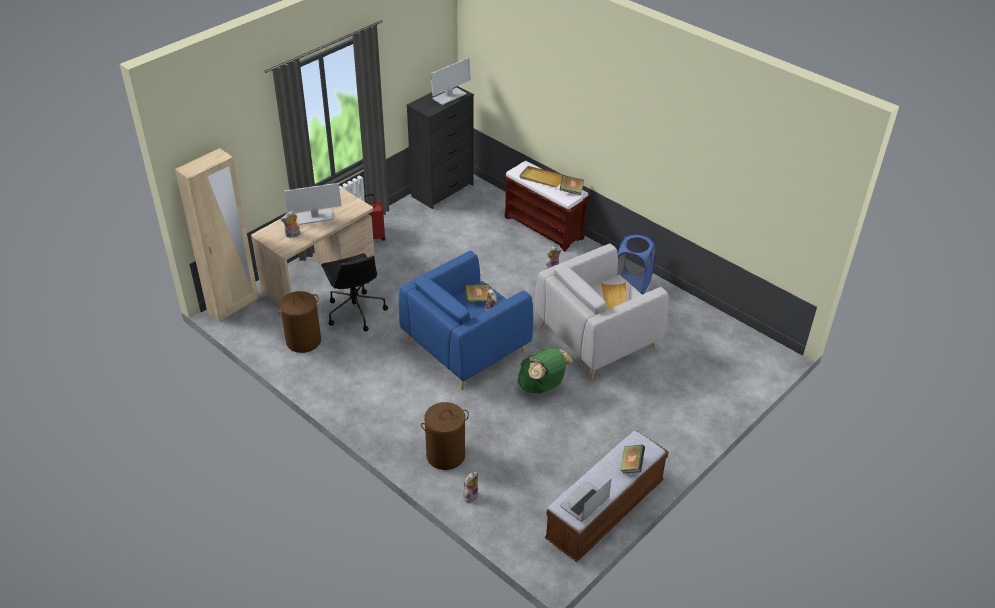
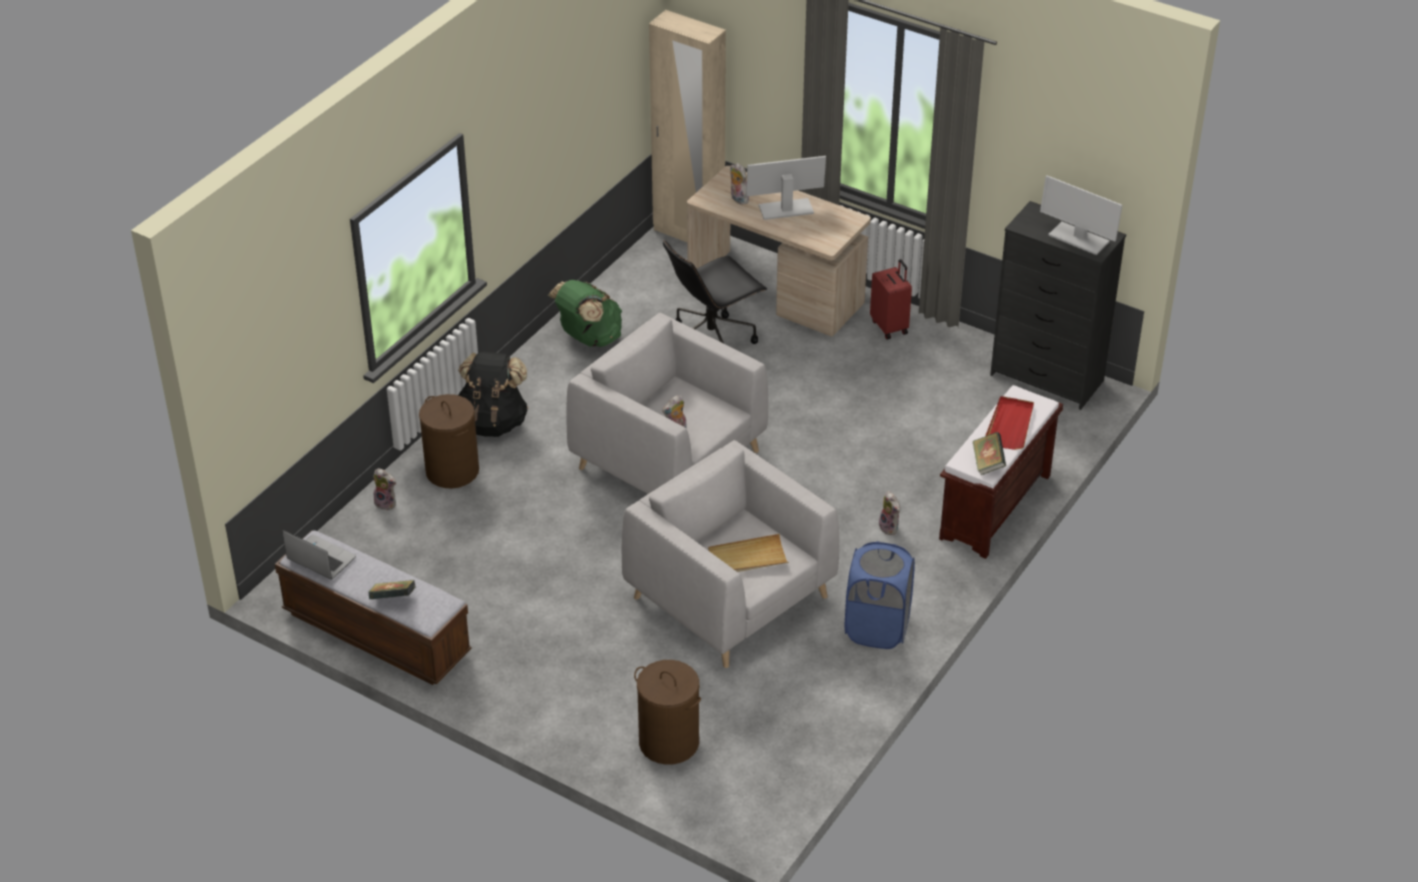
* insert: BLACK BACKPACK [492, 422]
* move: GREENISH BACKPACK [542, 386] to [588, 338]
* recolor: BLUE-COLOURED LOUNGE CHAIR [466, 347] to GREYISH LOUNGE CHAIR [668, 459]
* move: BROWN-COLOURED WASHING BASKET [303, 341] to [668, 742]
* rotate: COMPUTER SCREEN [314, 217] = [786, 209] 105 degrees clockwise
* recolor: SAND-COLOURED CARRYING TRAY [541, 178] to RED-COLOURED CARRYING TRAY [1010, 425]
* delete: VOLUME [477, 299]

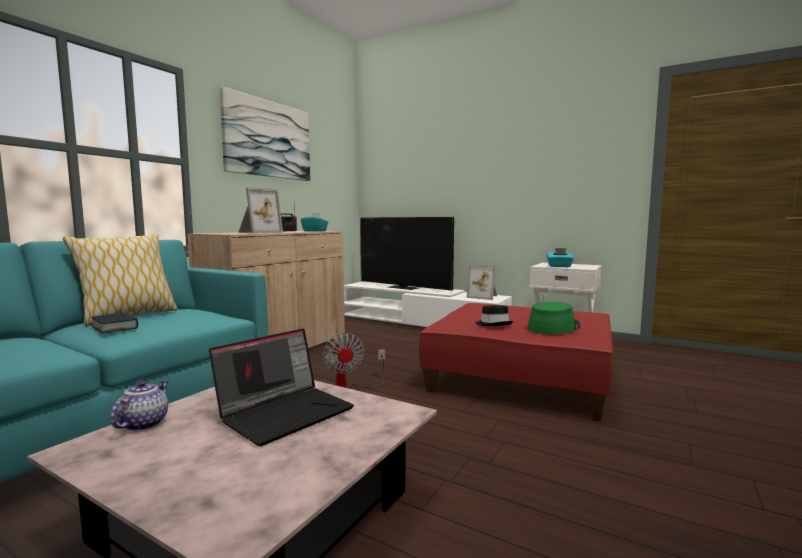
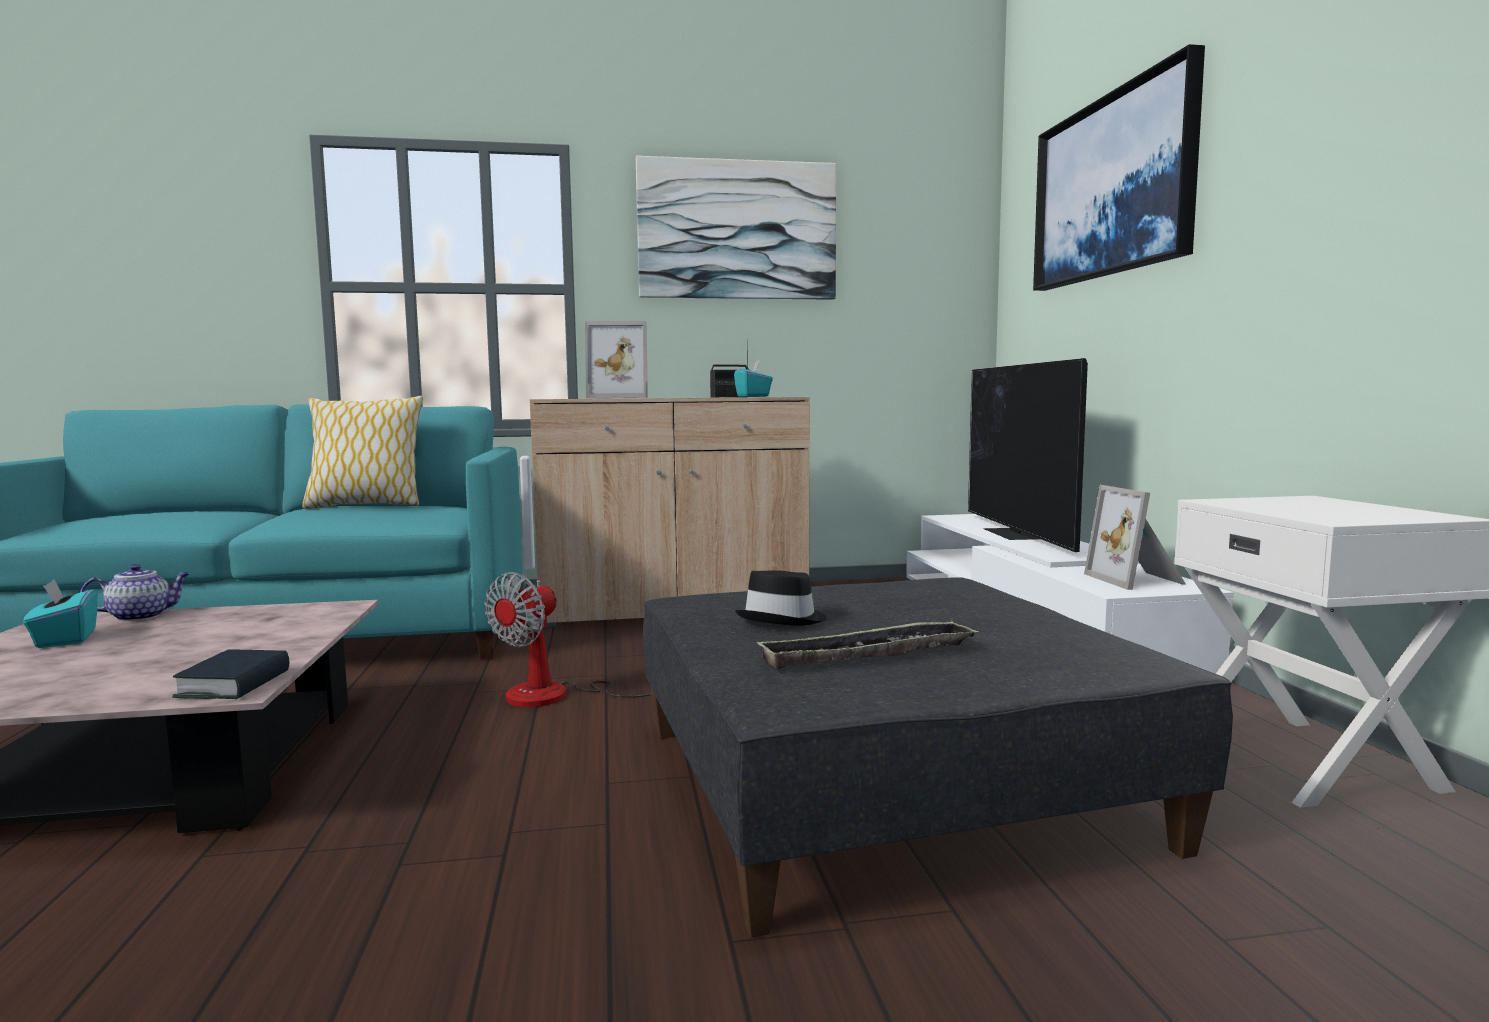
* move: TURQUOISE-COLOURED BOX OF TISSUES [559, 266] to [65, 639]
* move: VOLUME [115, 328] to [235, 684]
* recolor: RED-COLOURED FOOTREST [521, 377] to GREYISH FOOTREST [887, 784]
* replace: GREENISH CLOTHING HAT [553, 327] to CARRYING TRAY [867, 655]
* insert: WALL PICTURE [1112, 187]
* delete: PORTABLE COMPUTER [286, 412]

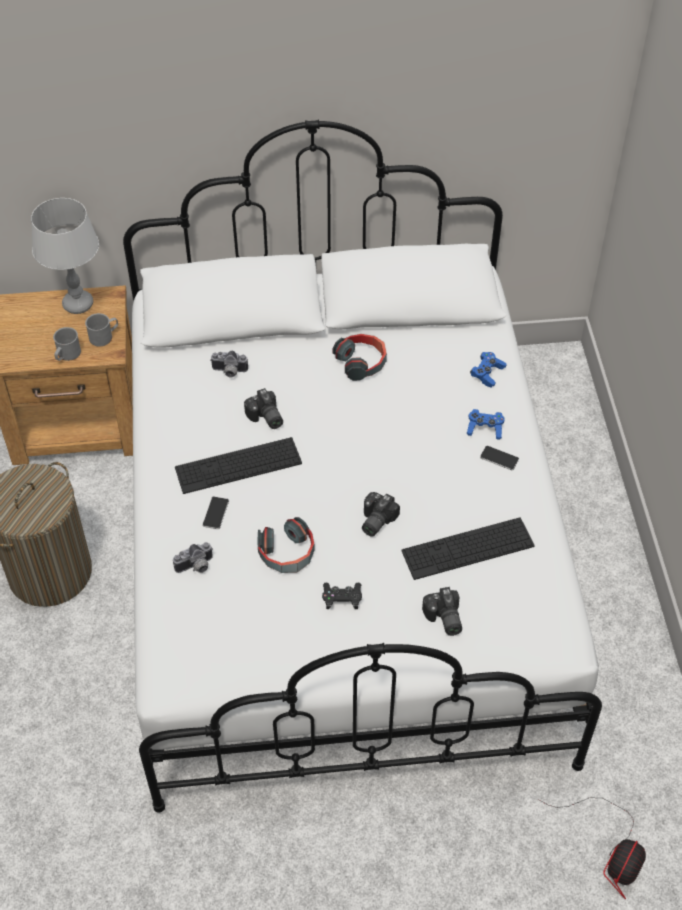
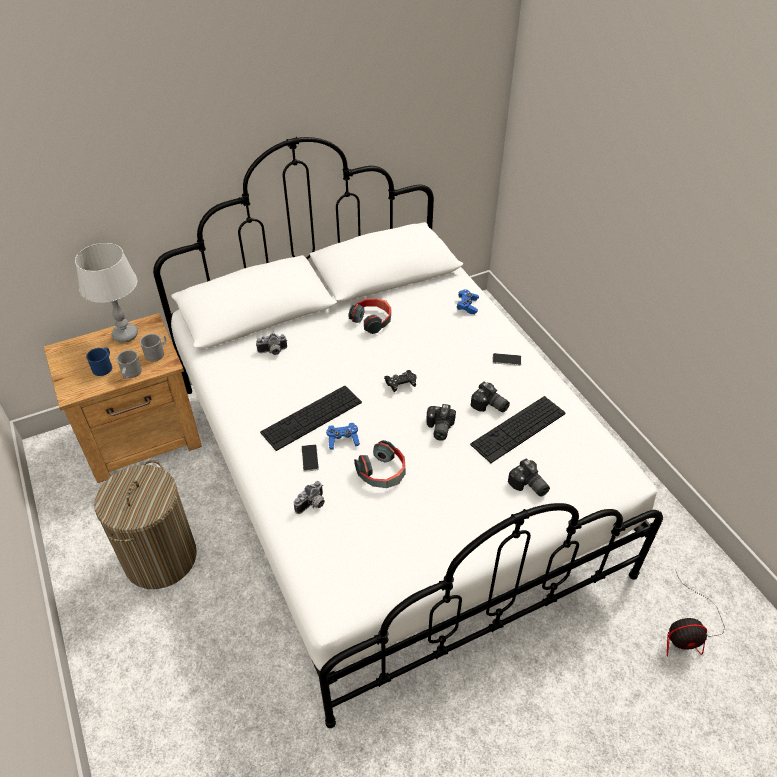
* insert: BLUE-COLOURED TEA MUG [104, 366]
* move: BLUE-COLOURED JOYPAD [484, 429] to [343, 440]
* move: BLACK JOYPAD [342, 599] to [400, 384]
* move: PHOTO CAMERA [265, 418] to [489, 406]
* rotate: ELECTRIC FAN [611, 851] = [688, 631] 75 degrees clockwise

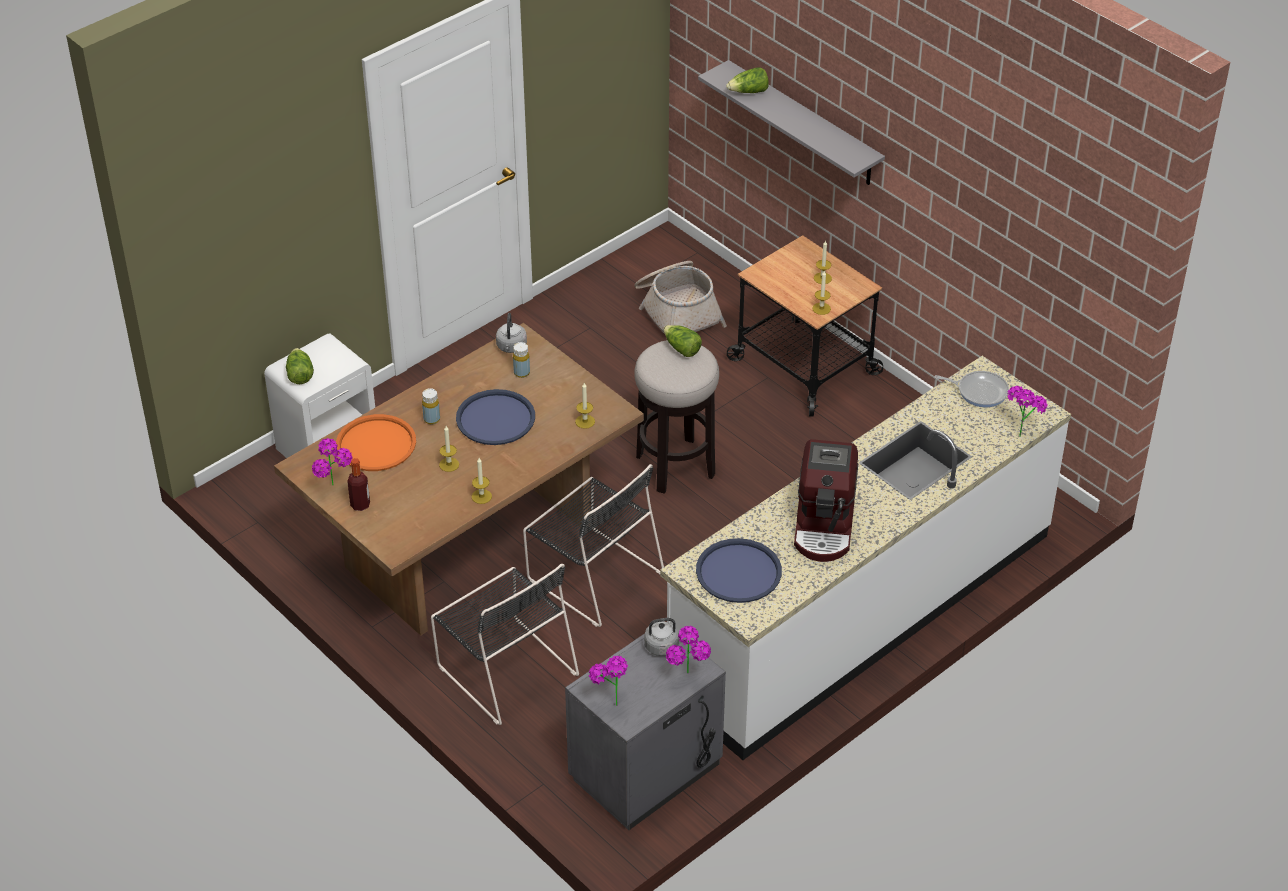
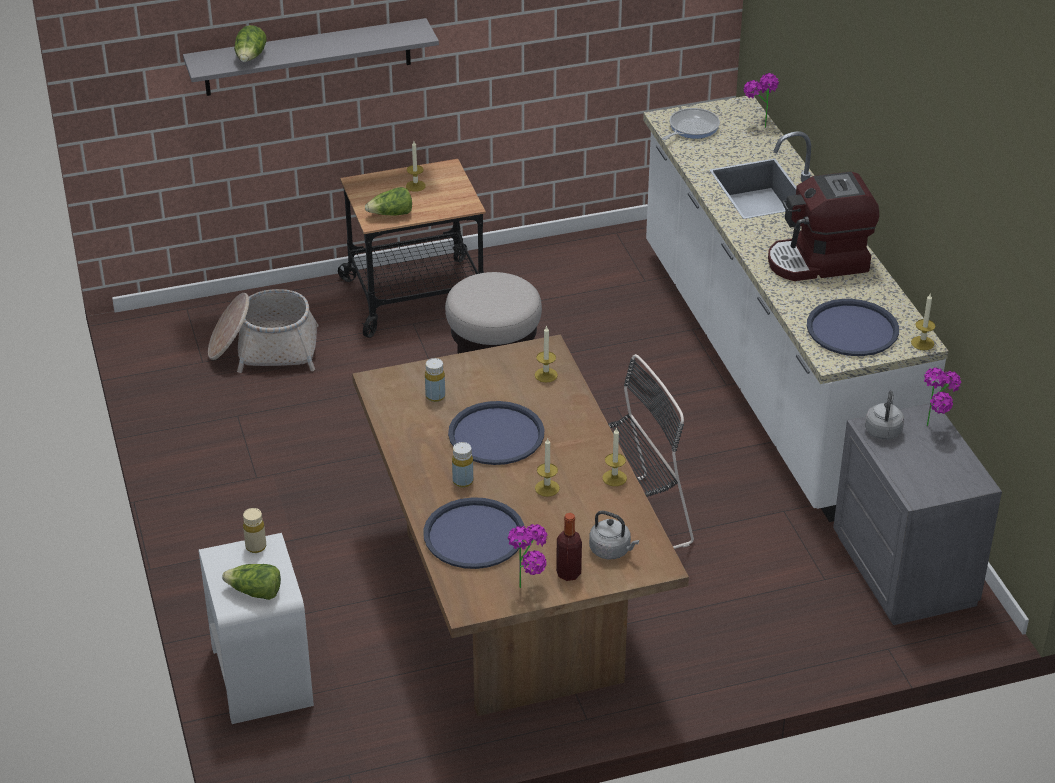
* insert: SAND-COLOURED DRINK BOTTLE [256, 547]
* move: HEAD OF LETTUCE [681, 348] to [391, 214]
* recolor: ORANGE CARRYING TRAY [376, 444] to BLUE-COLOURED CARRYING TRAY [474, 535]
* move: GREYISH KETTLE [511, 347] to [612, 550]
* rotate: COFFEE MACHINE [825, 526] = [819, 262] 135 degrees clockwise
* move: CANDLE [821, 308] to [922, 343]
* delete: BLACK CHAIR [505, 668]
* delete: PLANT IN A POT [610, 701]

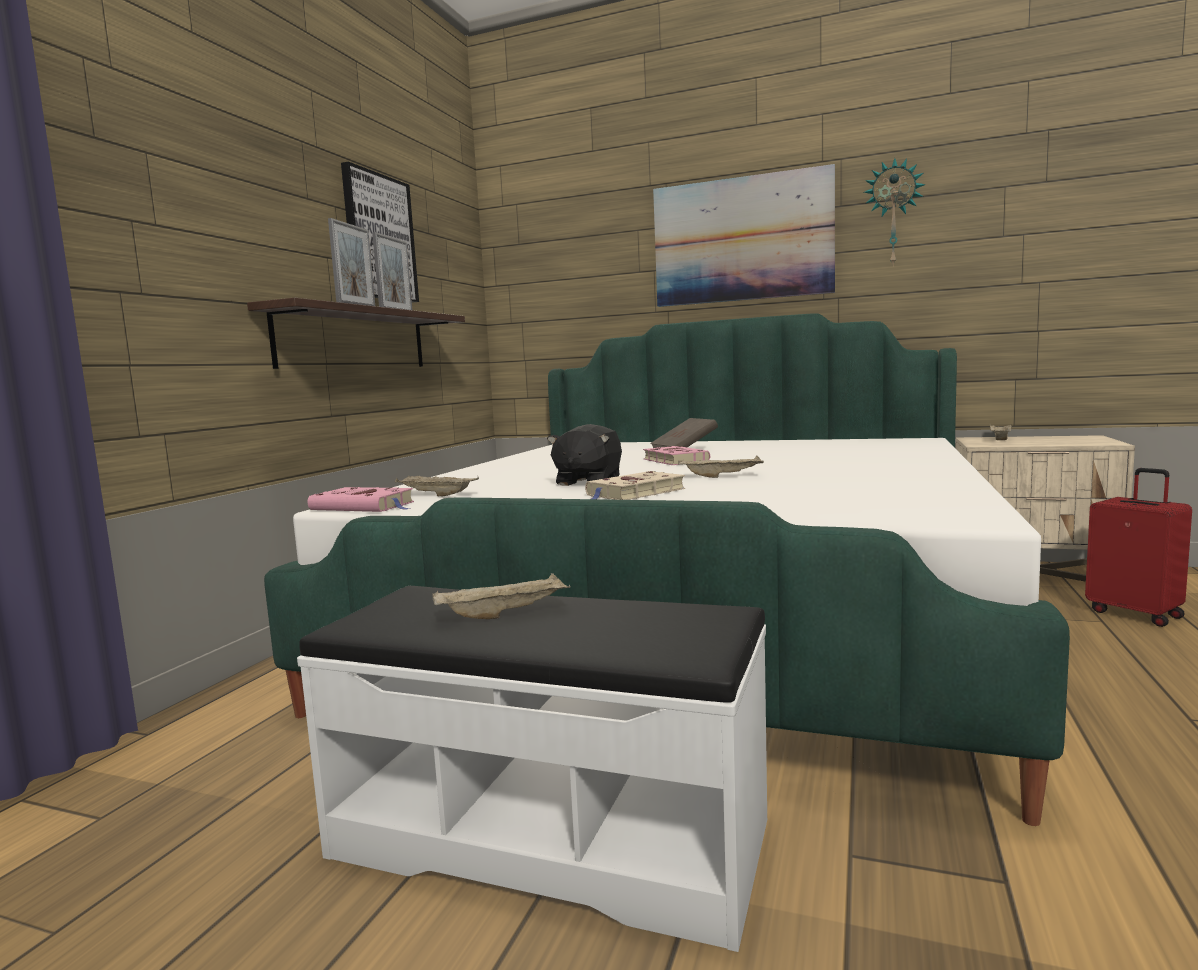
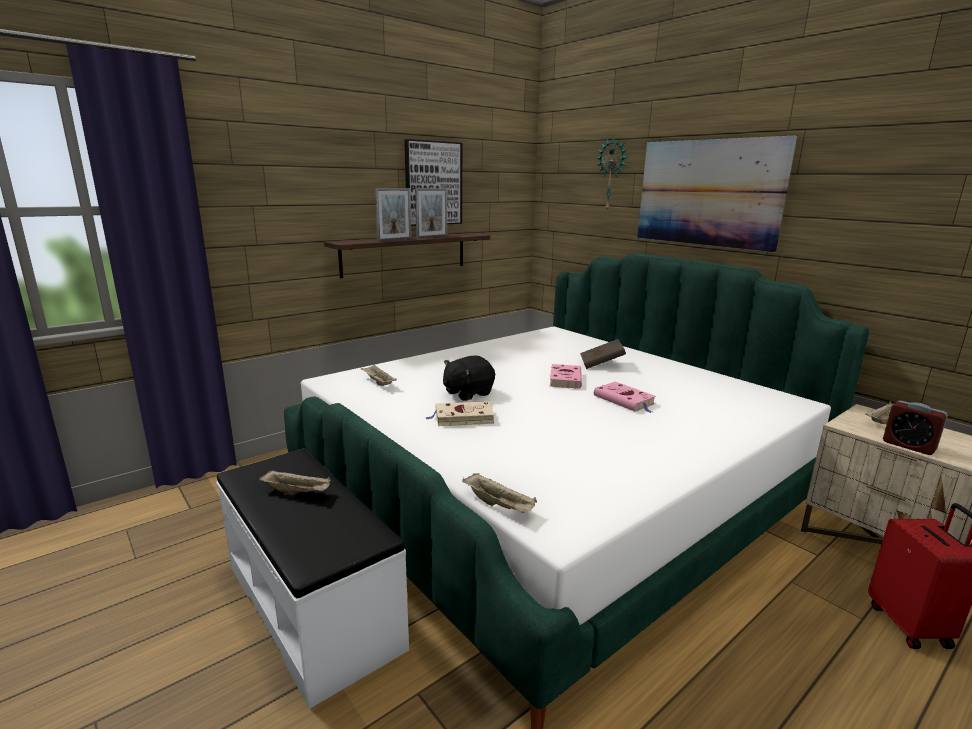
* move: SAND-COLOURED CARRYING TRAY [722, 476] to [499, 505]
* move: PINK VOLUME [365, 506] to [625, 400]
* move: CLOCK ON THE WALL [893, 213] to [612, 174]
* insert: TABLE CLOCK [908, 446]

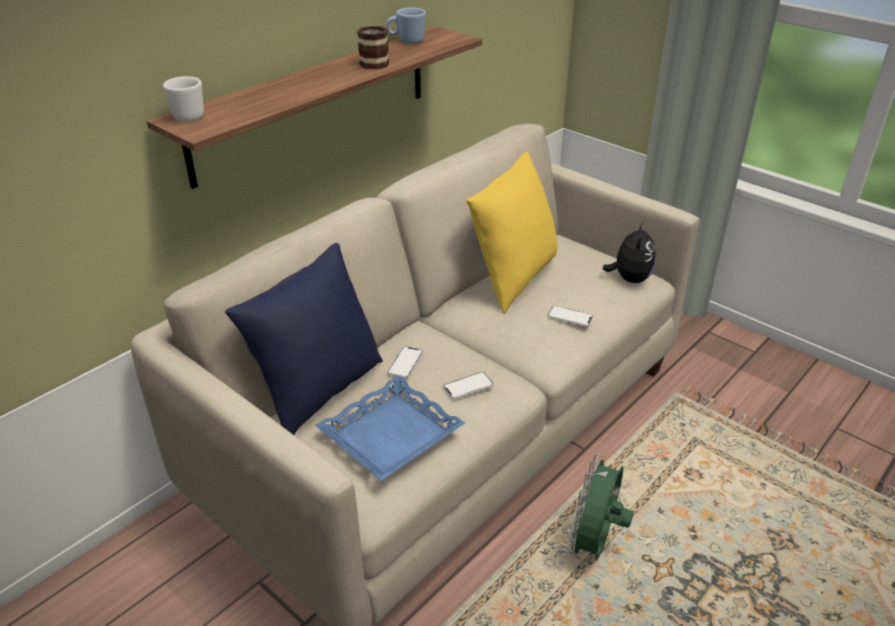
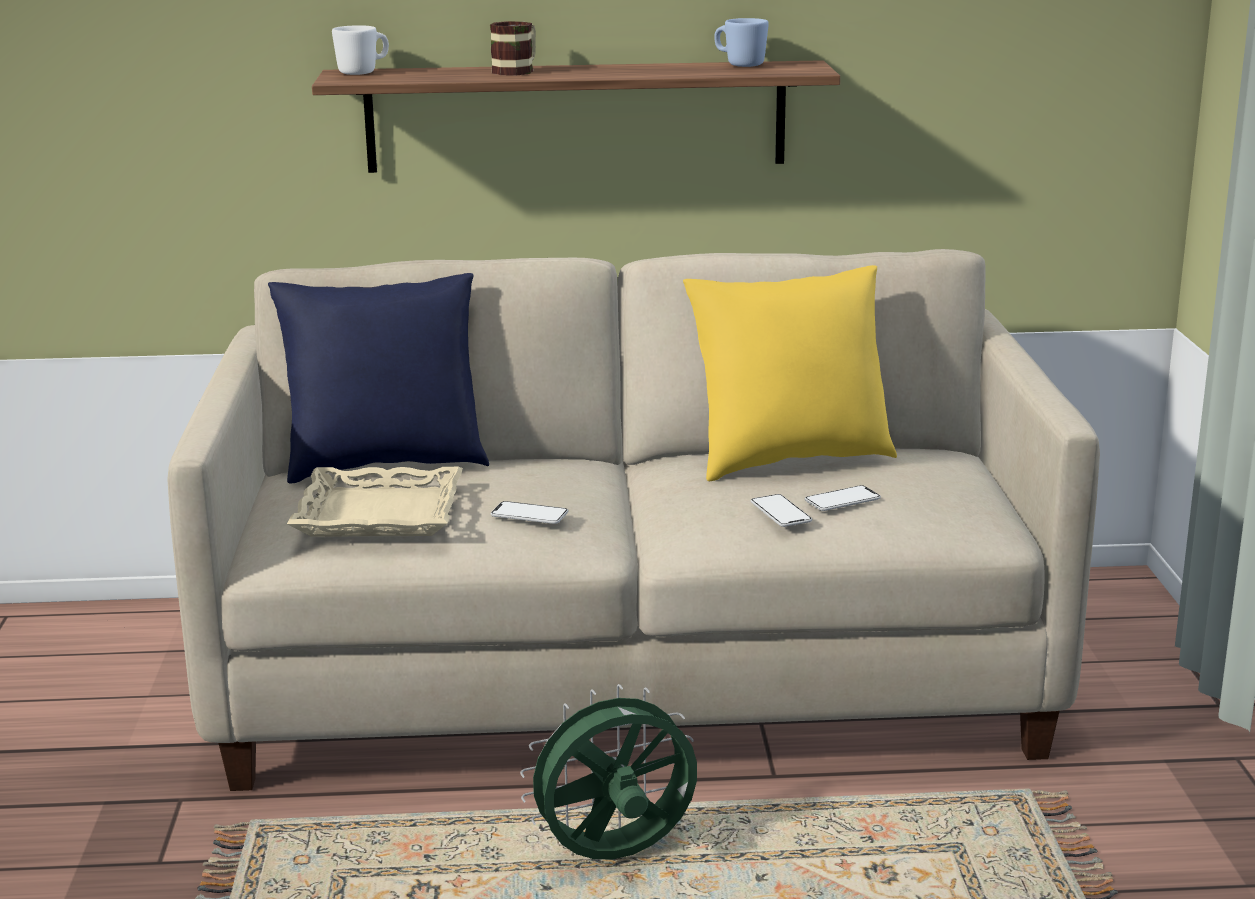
* recolor: BLUE-COLOURED CARRYING TRAY [391, 435] to SAND-COLOURED CARRYING TRAY [378, 514]
* move: TEA MUG [373, 62] to [517, 70]
* move: TELEPHONE [405, 363] to [842, 500]
* delete: CUDDLY TOY [629, 279]

